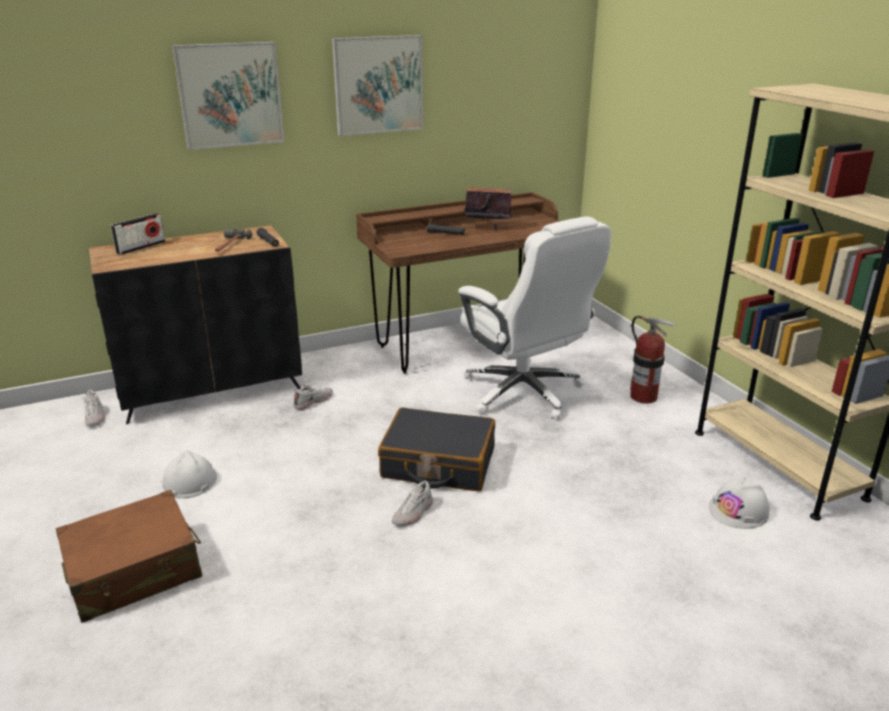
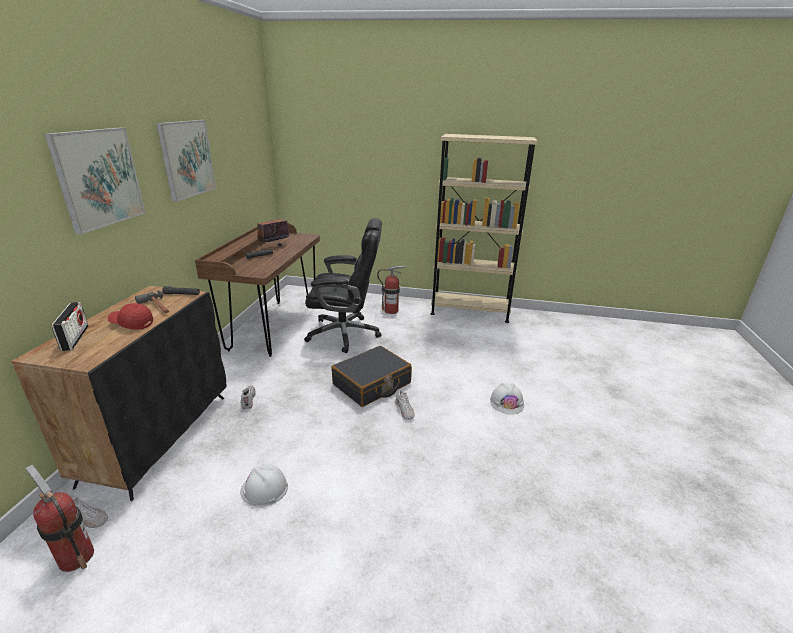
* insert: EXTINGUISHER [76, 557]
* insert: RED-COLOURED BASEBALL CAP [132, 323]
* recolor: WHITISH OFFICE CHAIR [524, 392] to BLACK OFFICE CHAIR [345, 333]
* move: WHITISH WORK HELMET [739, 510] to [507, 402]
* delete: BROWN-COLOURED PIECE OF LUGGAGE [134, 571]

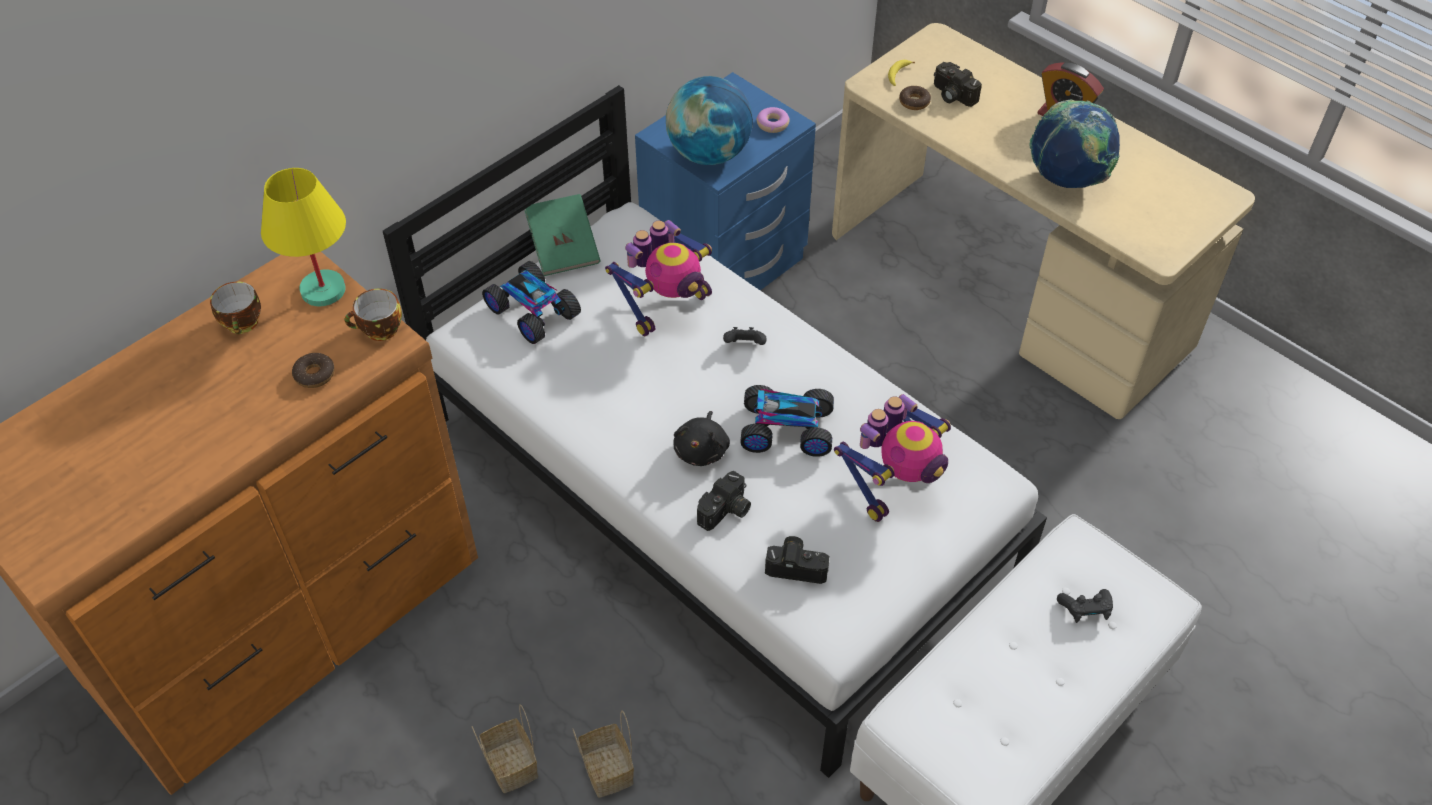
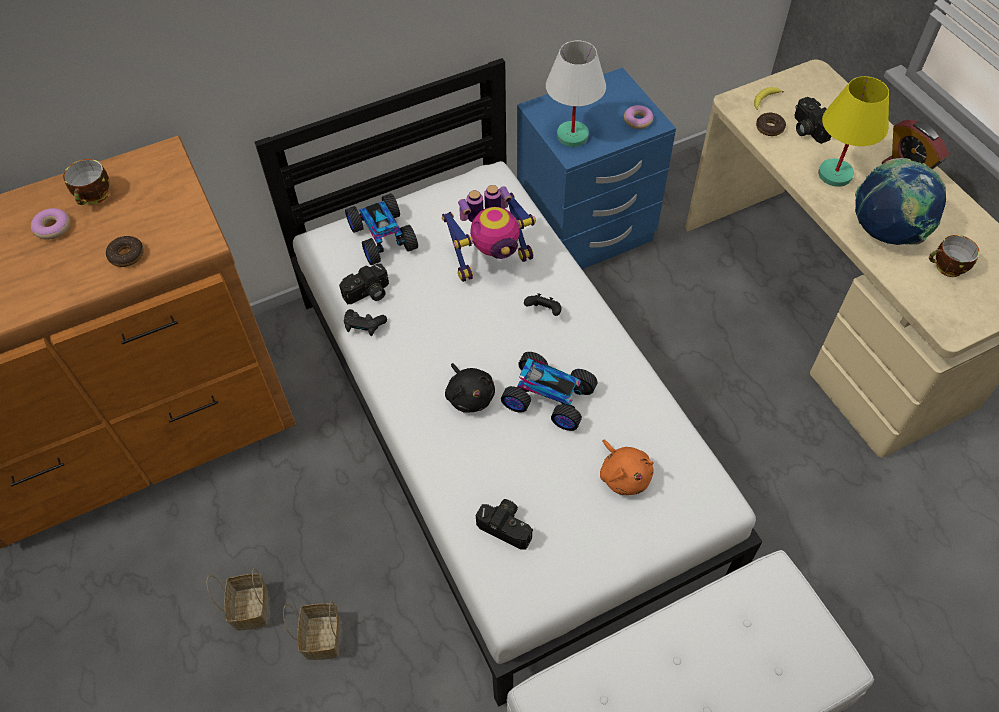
* insert: RING DOUGHNUT [53, 227]
* move: PHOTO CAMERA [726, 512] to [368, 294]
* move: BLACK JOYPAD [1085, 609] to [364, 326]
* rotate: BLACK CUDDLY TOY [702, 450] = [470, 395] 60 degrees counterclockwise
* replace: GLOBE [709, 154] to WHITISH TABLETOP LAMP [572, 135]
* replace: ROBOT FIGURE [894, 484] to ORANGE CUDDLY TOY [624, 475]
* move: YELLOWISH TABLETOP LAMP [322, 290] to [834, 174]
* move: CUP [379, 331] to [947, 268]
* delete: GREENISH VOLUME [564, 249]

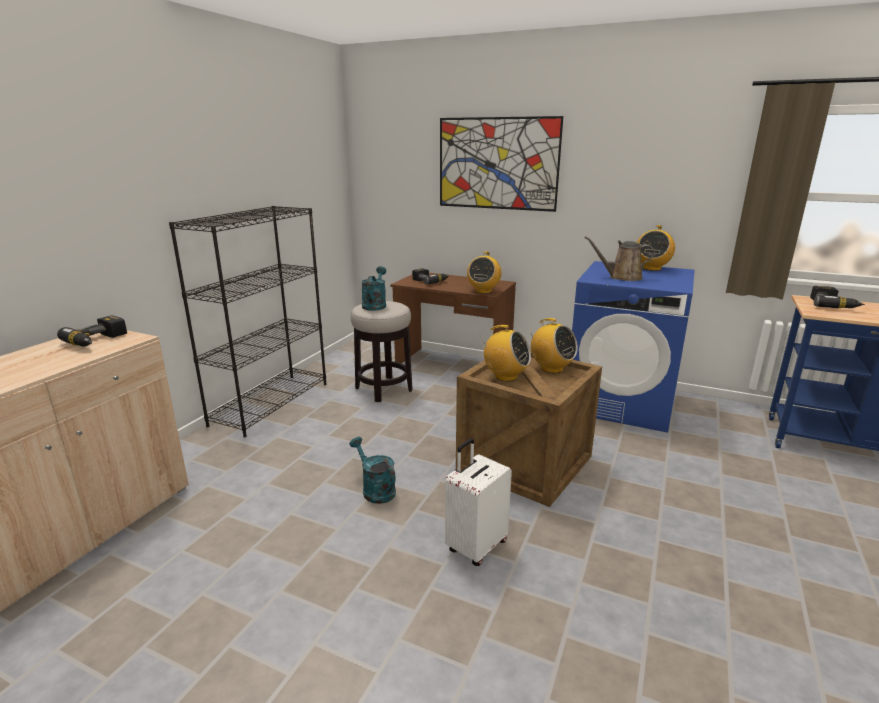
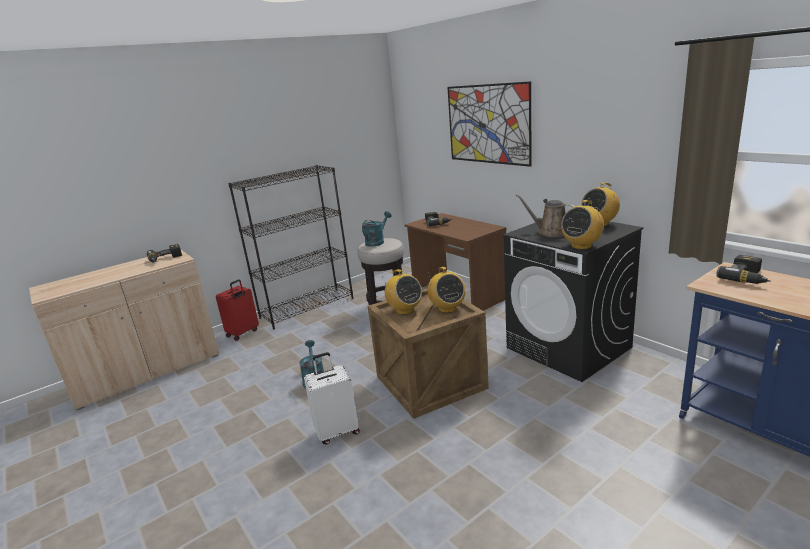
* insert: RED-COLOURED PIECE OF LUGGAGE [243, 333]
* recolor: BLUE-COLOURED WASHING MACHINE [621, 402] to BLACK WASHING MACHINE [569, 348]
* move: RADIO SET [483, 291] to [581, 246]

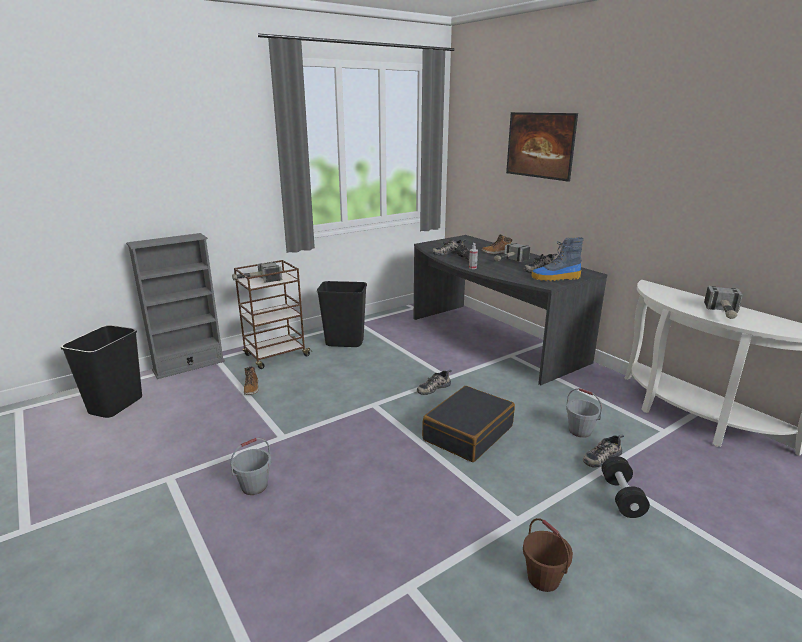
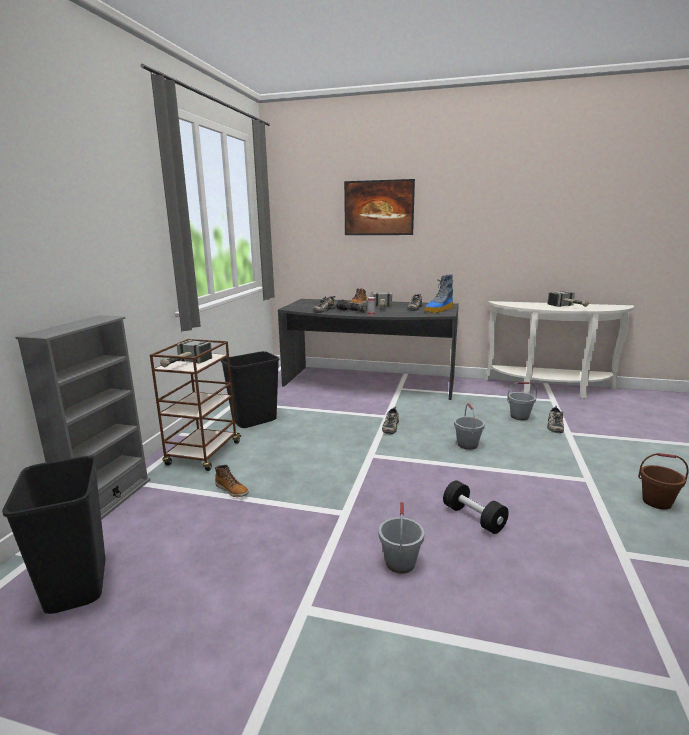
* move: BLACK DUMBBELL [622, 497] to [473, 518]
* replace: BLACK PIECE OF LUGGAGE [467, 433] to GREYISH WATER BUCKET [467, 445]

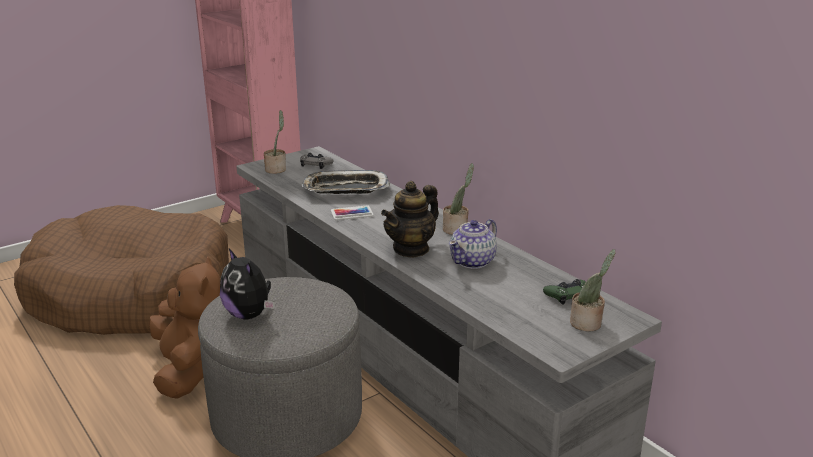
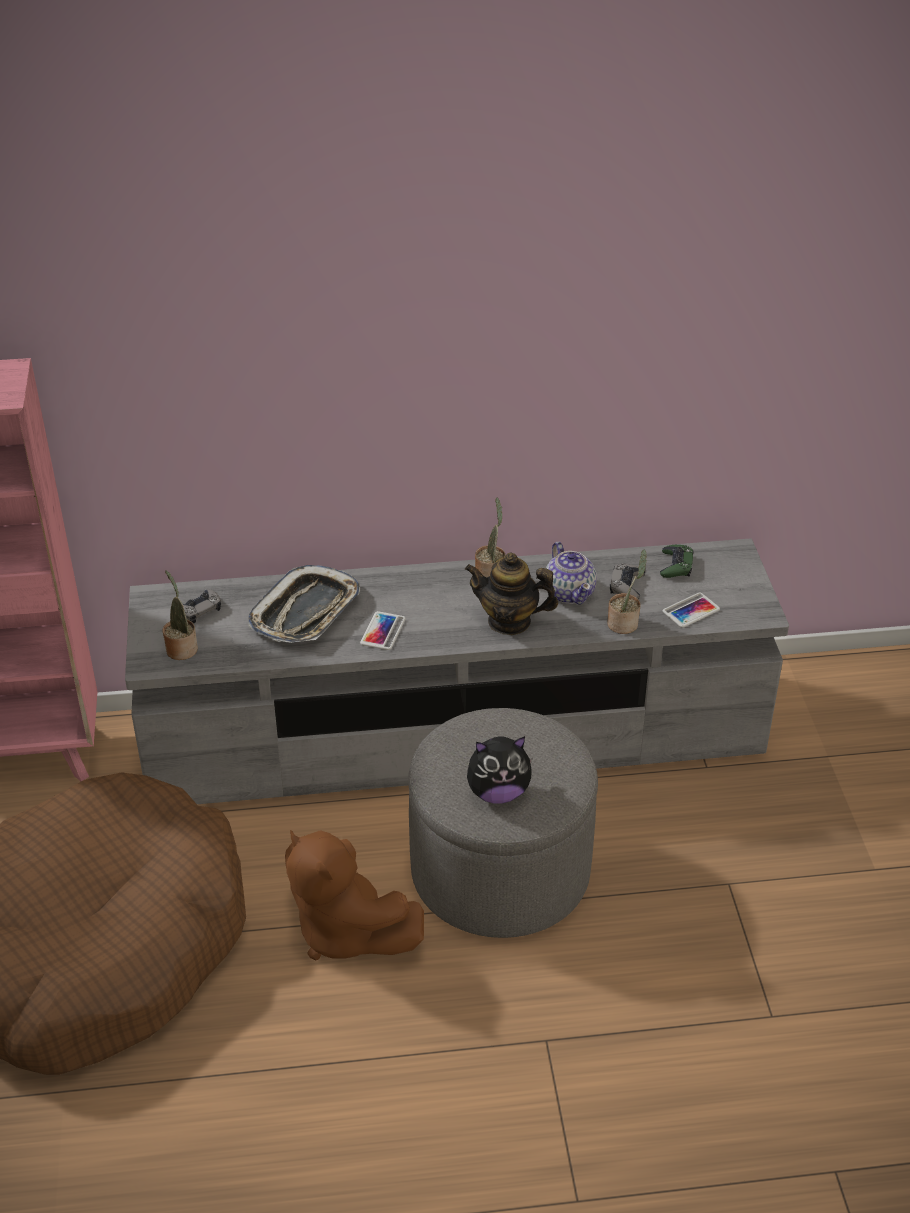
* rotate: BROWN-COLOURED CUDDLY TOY [189, 370] = [345, 930] 150 degrees counterclockwise
* rotate: TEAPOT [411, 249] = [509, 621] 120 degrees clockwise
* move: PLANT IN A POT [588, 324] to [624, 623]
* insert: GREYISH JOYPAD [626, 585]
* insert: TELEPHONE [691, 610]

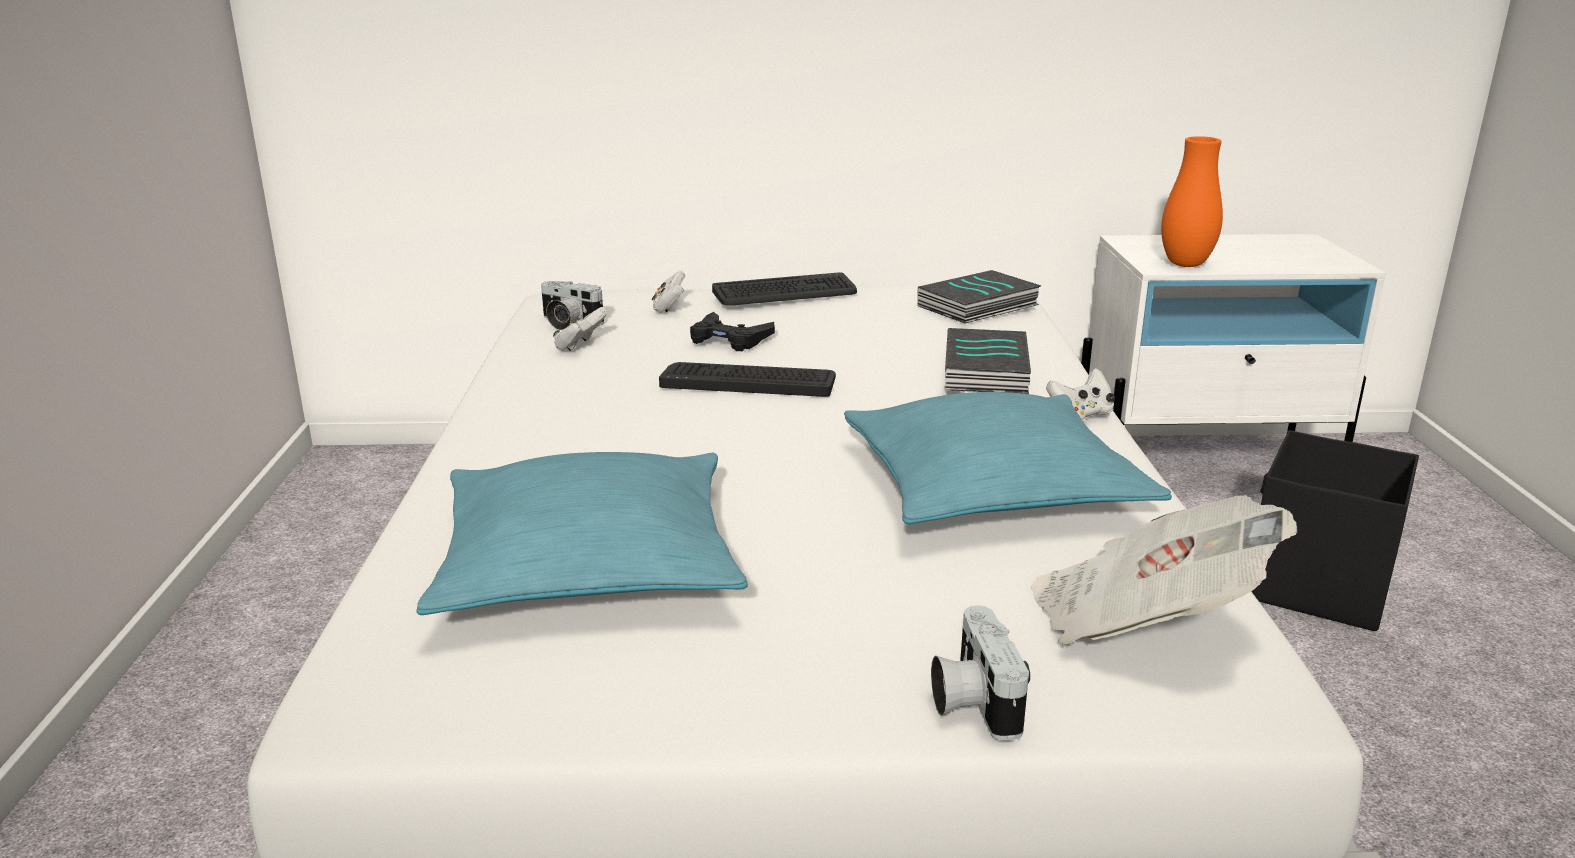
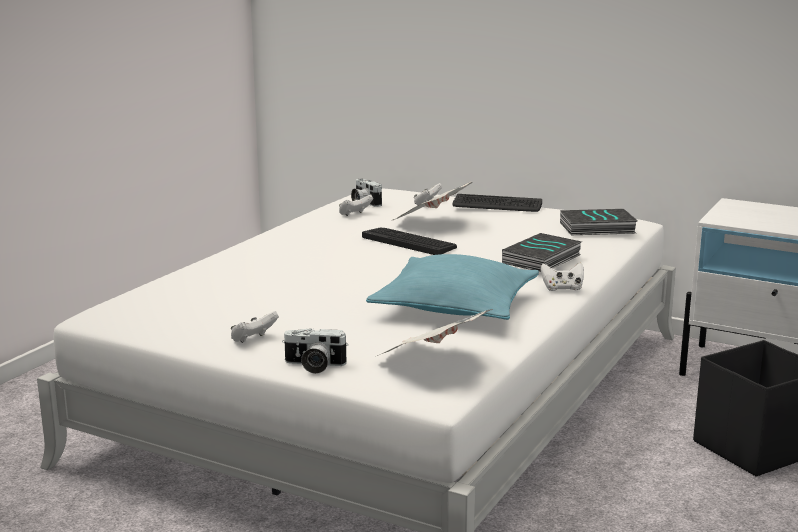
* insert: WHITISH JOYPAD [253, 339]
* rotate: PHOTO CAMERA [971, 700] = [314, 366] 105 degrees counterclockwise
* replace: BLACK JOYPAD [729, 339] to DAILY PAPER [431, 223]
* delete: TURQUOISE-COLOURED PILLOW [589, 564]
* delete: ORANGE FLOWER VASE [1185, 264]

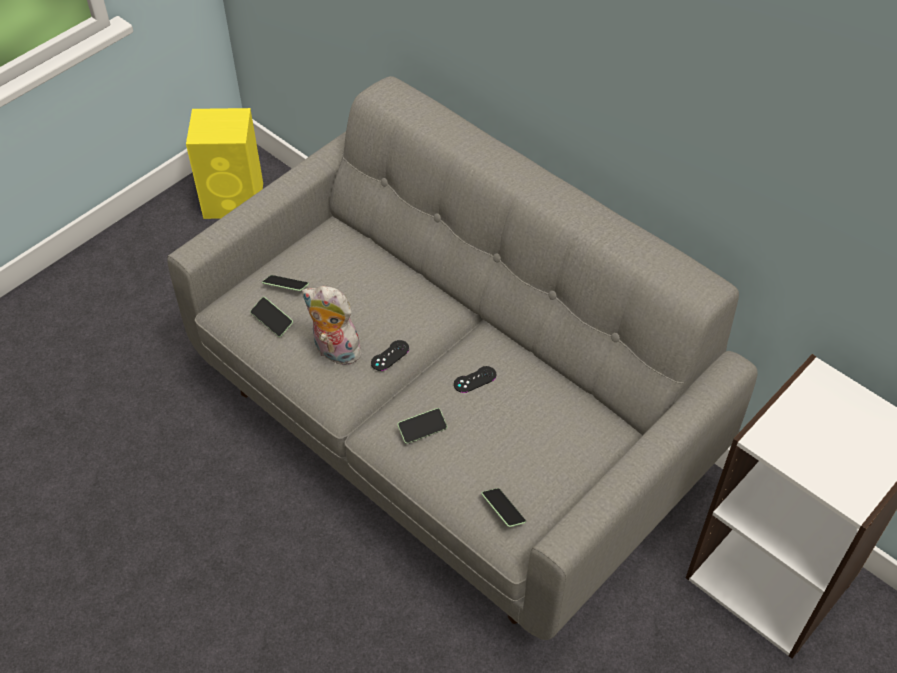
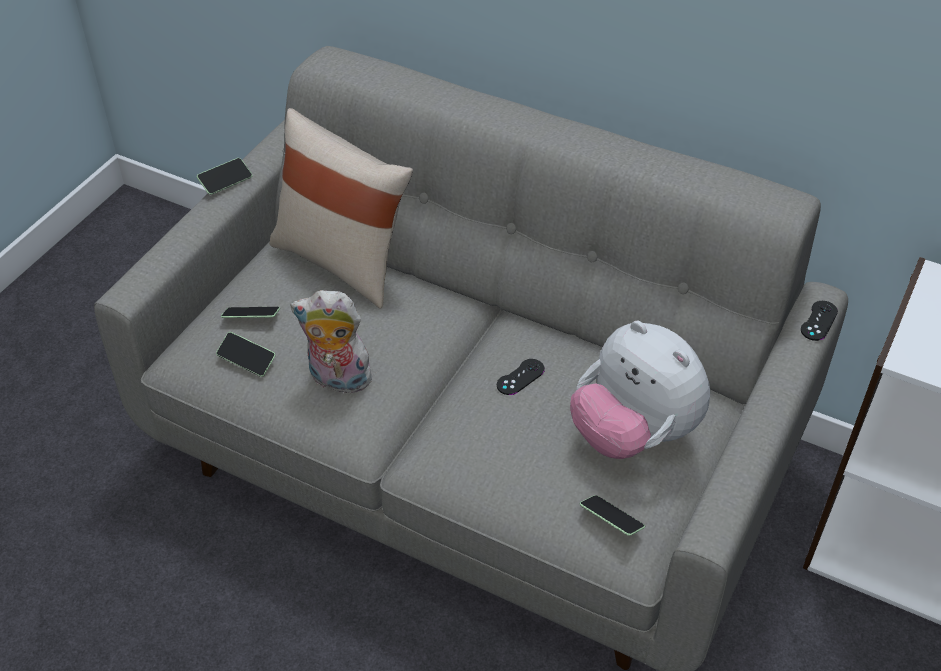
* move: TELEPHONE [422, 429] to [226, 182]
* insert: SAND-COLOURED PILLOW [343, 261]
* insert: CUDDLY TOY [633, 433]
* move: BLACK JOYPAD [390, 355] to [819, 321]
* delete: YELLOWISH SPEAKER [235, 200]

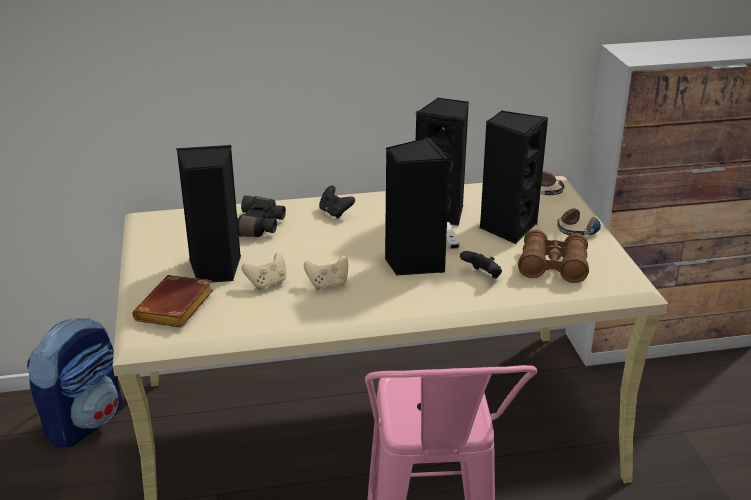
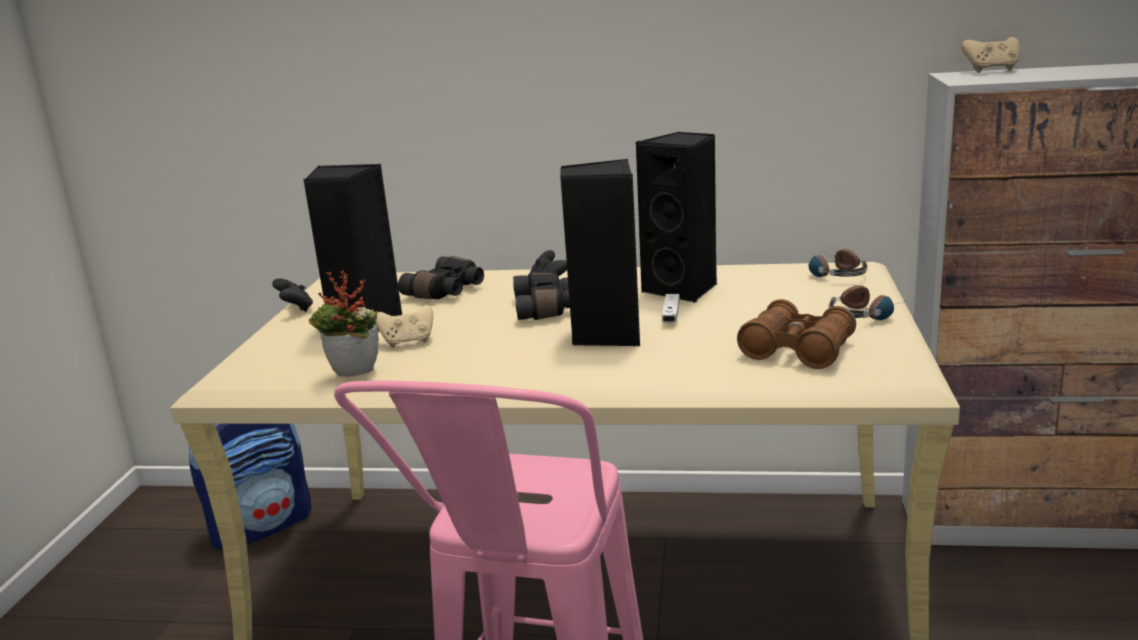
* move: BLACK JOYPAD [482, 276] to [296, 309]
* insert: PLANT IN A POT [353, 375]
* insert: BLACK FIELD GLASSES [547, 308]
* move: SAND-COLOURED JOYPAD [328, 284] to [991, 71]
* delete: BROWN-COLOURED VOLUME [176, 309]
* delete: BLACK SPEAKER [507, 228]

